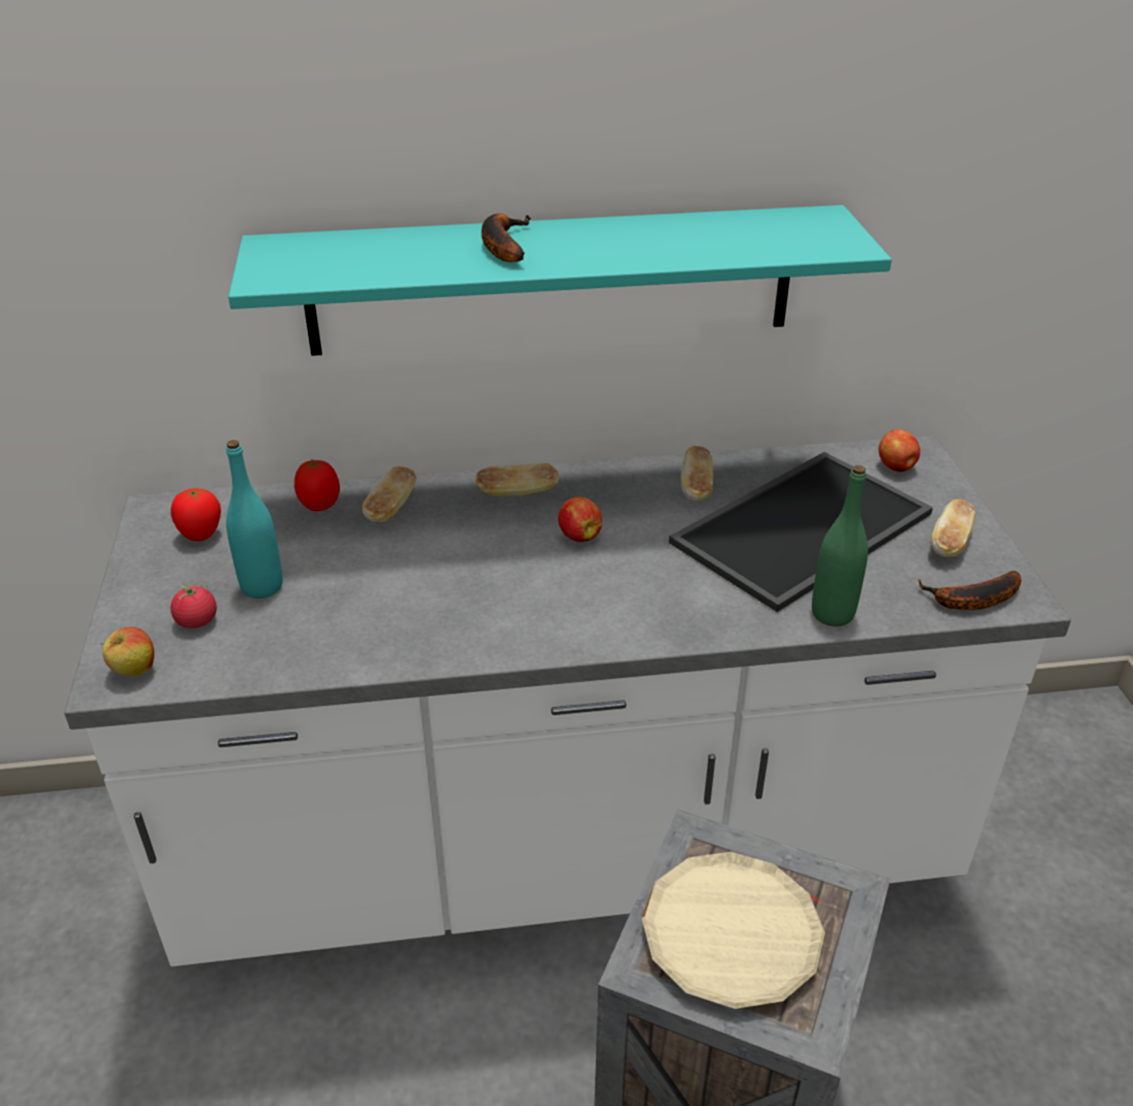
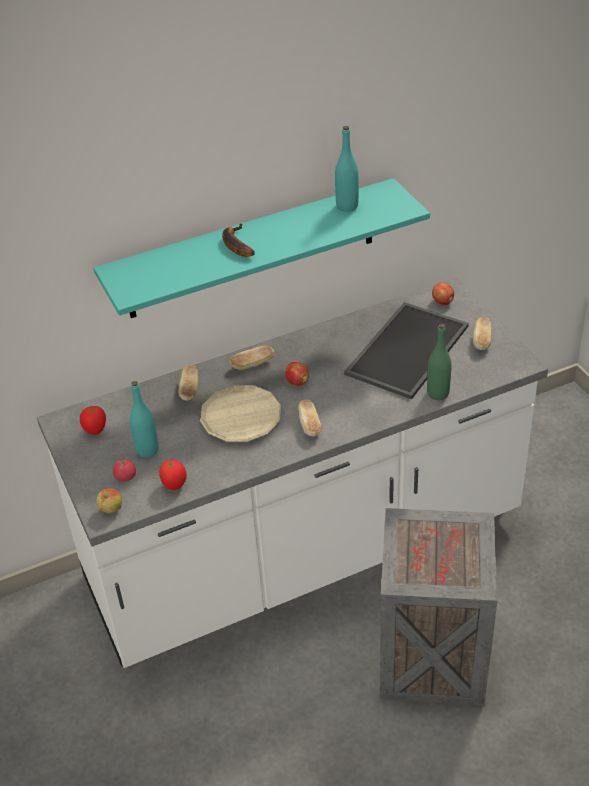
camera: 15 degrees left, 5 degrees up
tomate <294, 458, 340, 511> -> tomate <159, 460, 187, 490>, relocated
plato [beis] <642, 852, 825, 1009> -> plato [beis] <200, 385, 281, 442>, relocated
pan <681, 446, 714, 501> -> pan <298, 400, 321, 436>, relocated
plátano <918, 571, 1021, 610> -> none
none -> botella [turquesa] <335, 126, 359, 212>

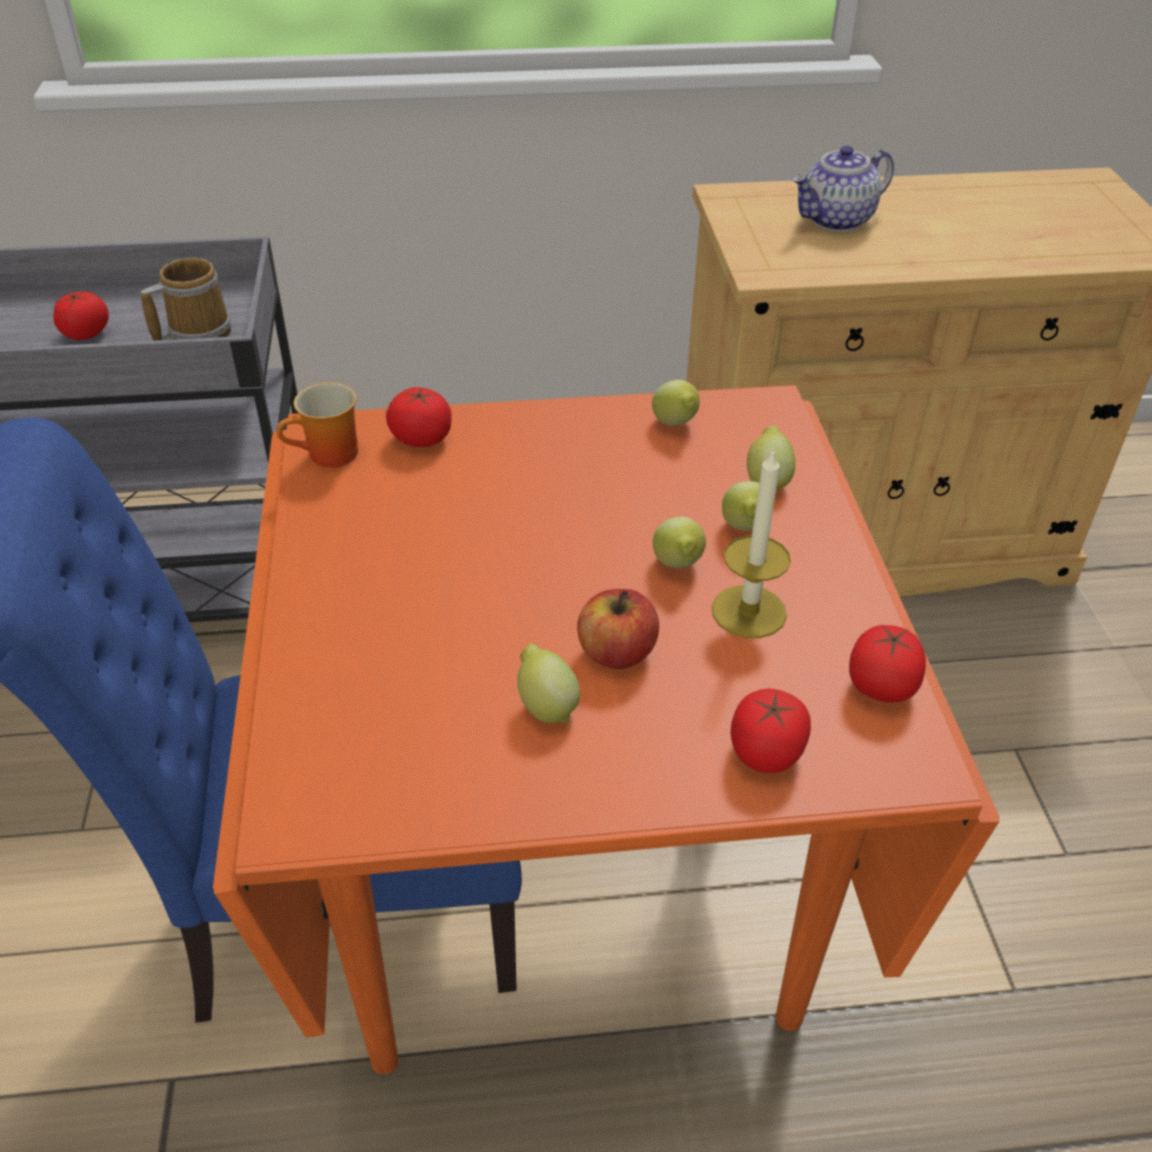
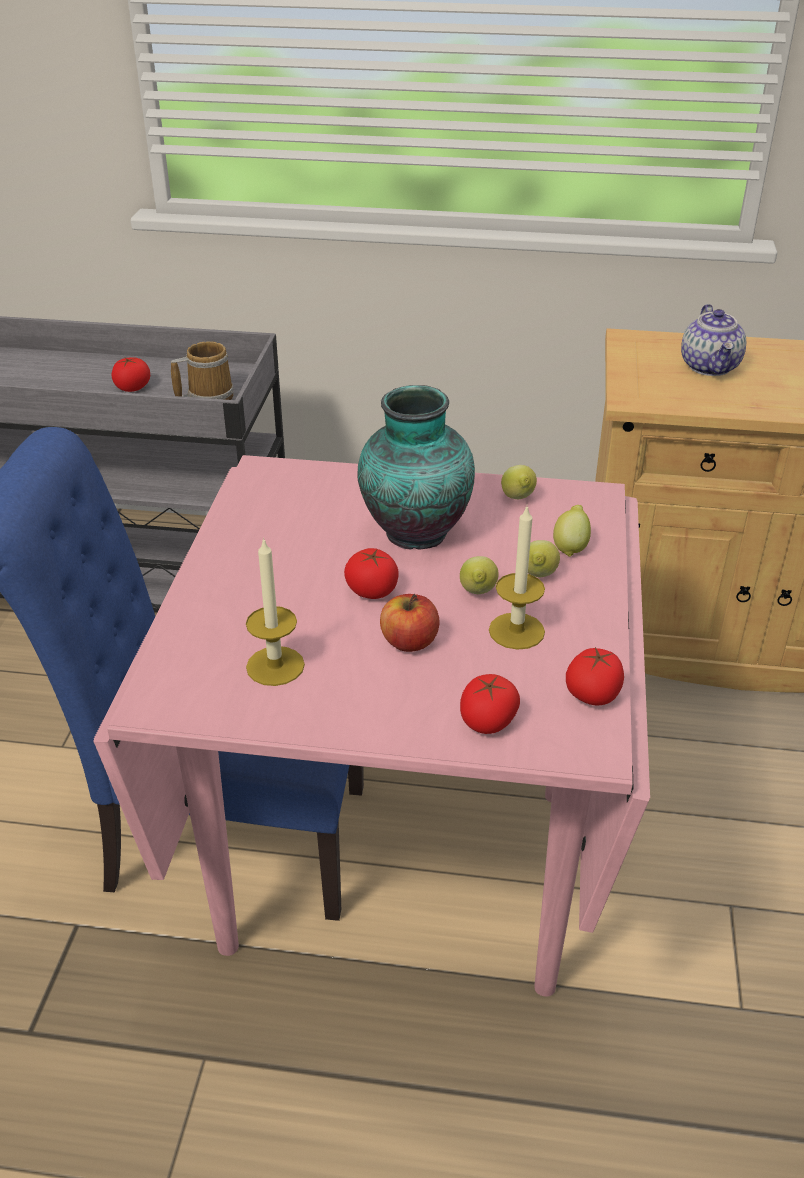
camera: 15 degrees right, 5 degrees down
mesa de comedor [naranja] <213, 385, 1000, 1074> -> mesa de comedor [rosa] <93, 455, 650, 996>
taza grande <276, 382, 358, 467> -> none
tomate <386, 387, 451, 447> -> tomate <344, 548, 399, 599>, relocated
limón <517, 643, 580, 723> -> none
tetera <792, 145, 894, 232> -> tetera <681, 304, 746, 376>, 75 degrees counterclockwise
none -> vela <246, 537, 305, 686>
none -> florero <358, 385, 475, 550>

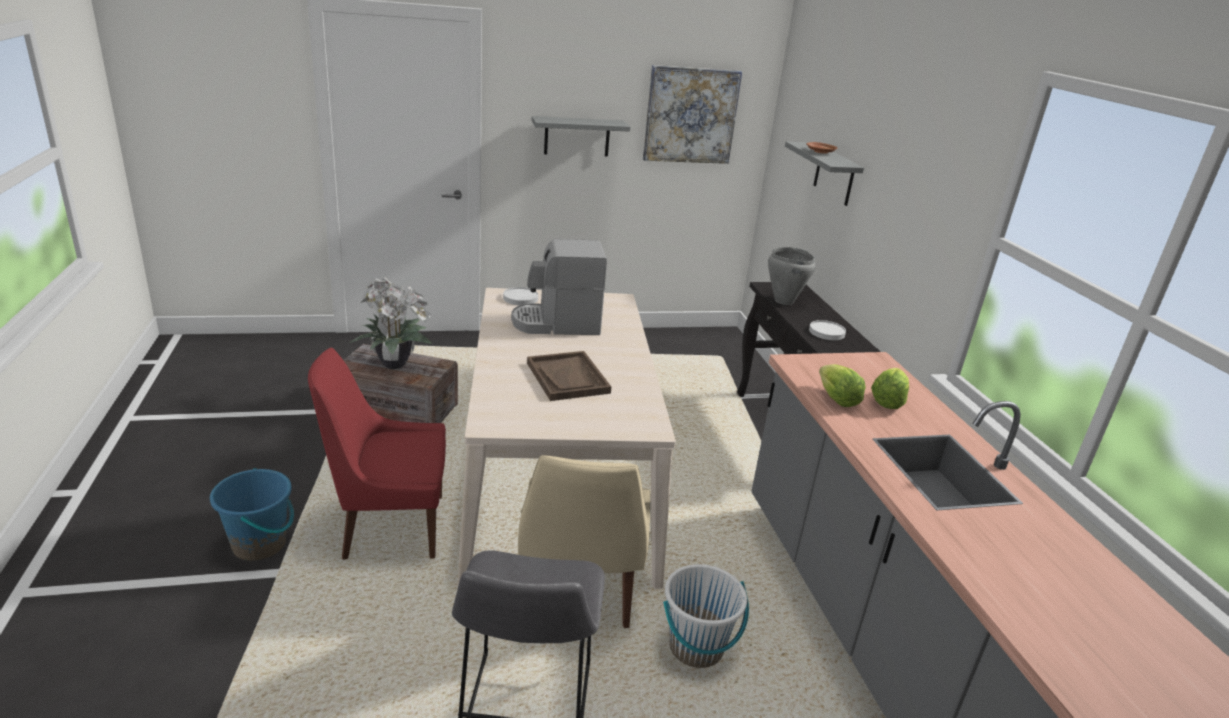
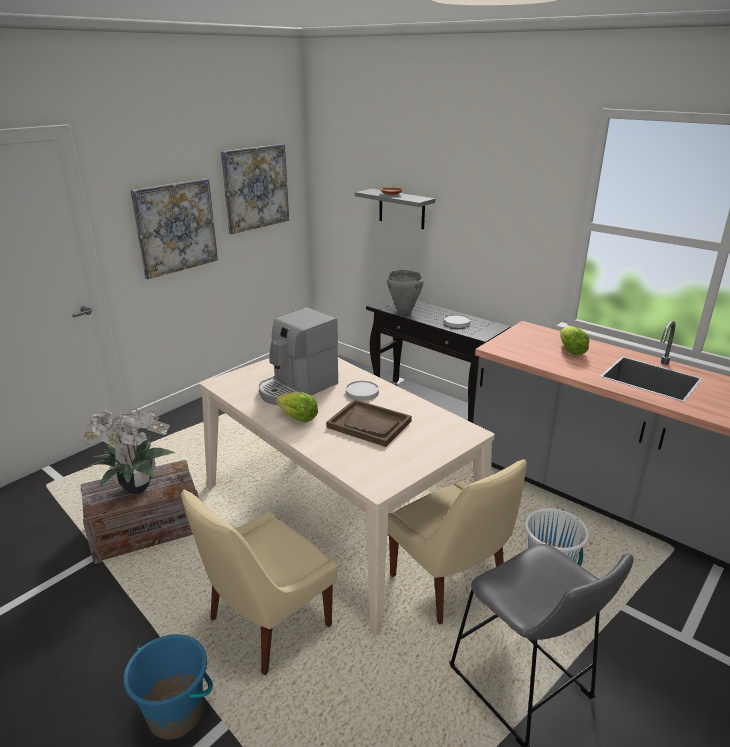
camera: 35 degrees left, 0 degrees up
silla [rojo] <308, 348, 446, 560> -> silla [beis] <181, 490, 337, 675>
plato [blanco] <503, 287, 538, 305> -> plato [blanco] <346, 381, 379, 401>, relocated
estante [gris] <532, 116, 631, 157> -> cuadro <131, 178, 218, 279>
lechuga <819, 364, 866, 407> -> lechuga <276, 392, 318, 422>, relocated

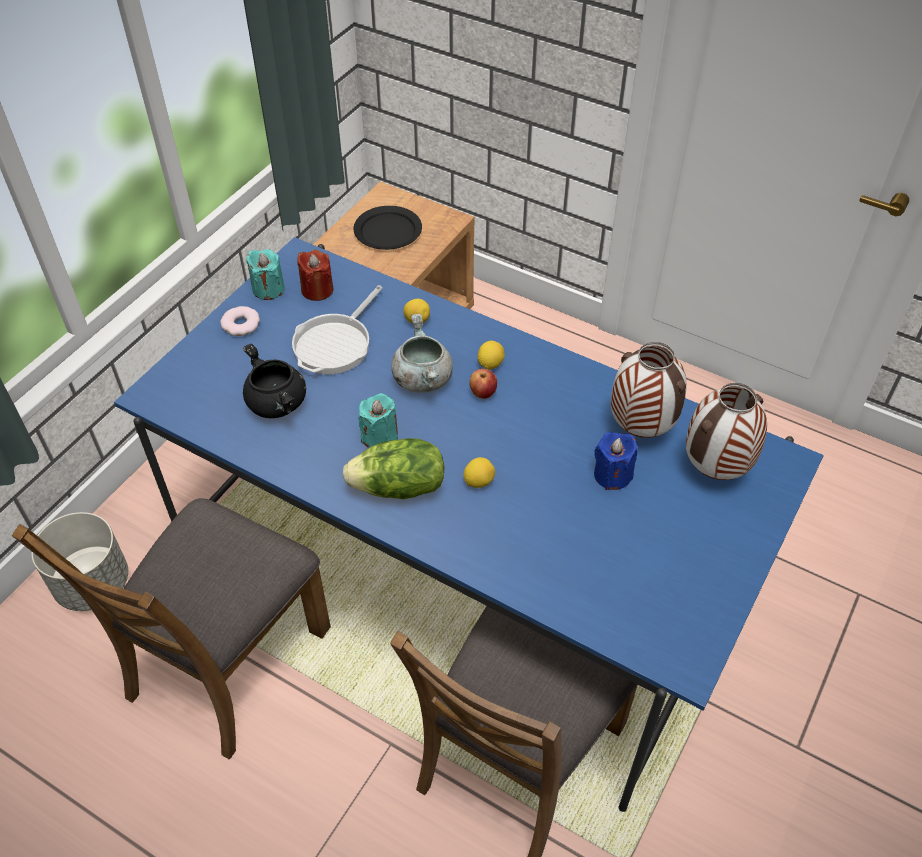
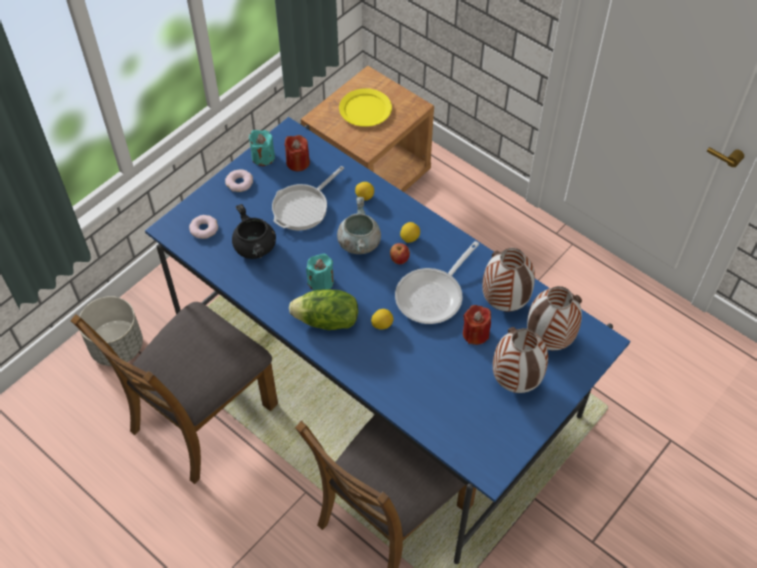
camera: 10 degrees right, 5 degrees up
plato [negro] <353, 206, 422, 250> -> plato [amarillo] <339, 88, 392, 127>
vela [azul] <594, 432, 637, 490> -> vela [rojo] <463, 305, 491, 345>
none -> rosquilla <189, 215, 218, 239>
none -> sartén <395, 241, 479, 324>
none -> florero <493, 327, 548, 393>

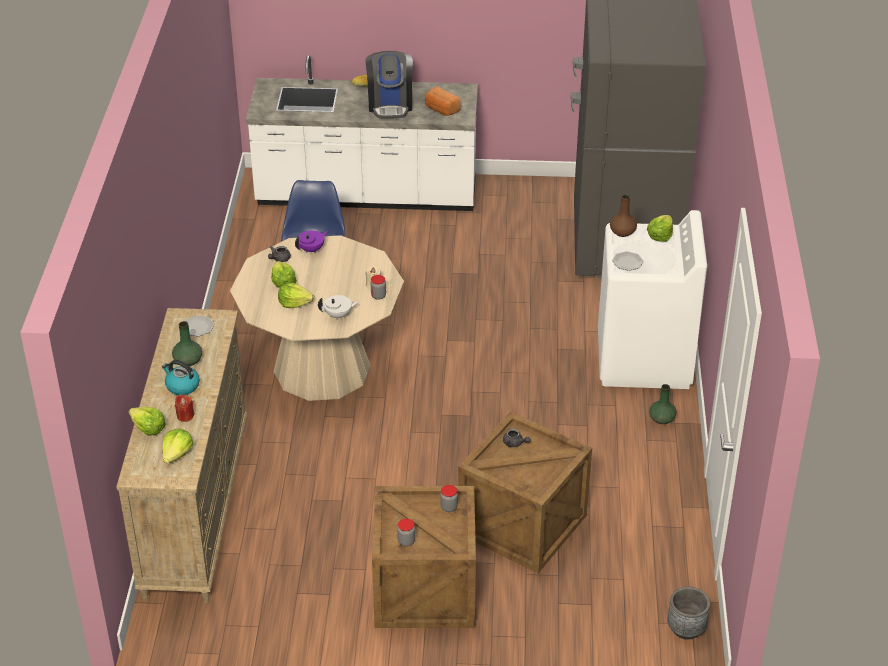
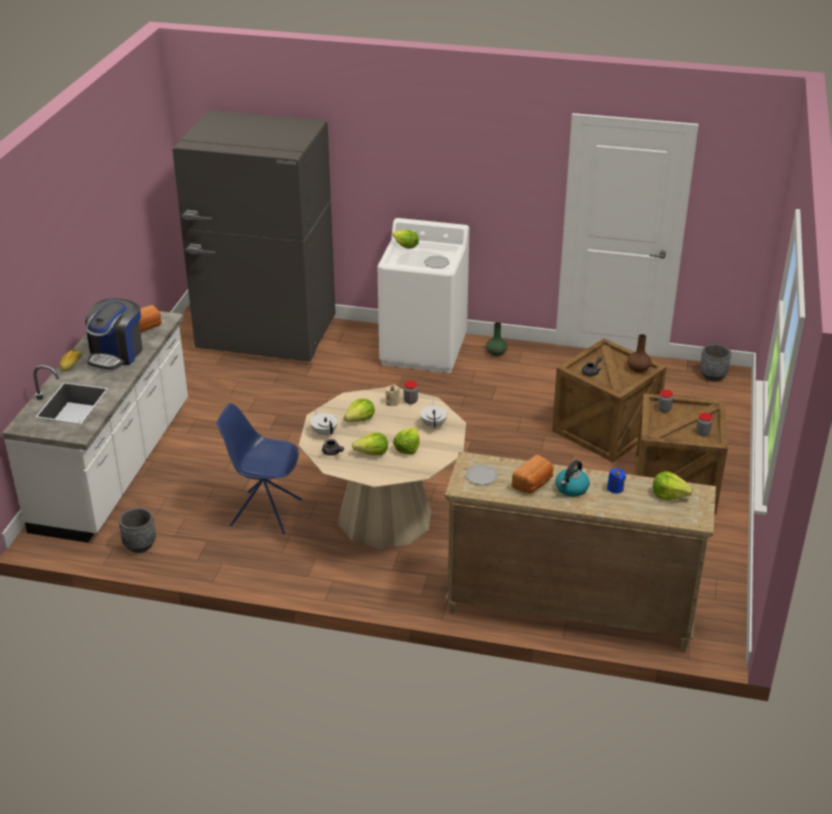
camera: 80 degrees left, 5 degrees down
lechuga <129, 407, 166, 436> -> lechuga <344, 399, 375, 422>, relocated
florero [verde] <172, 321, 202, 366> -> pan <512, 454, 554, 494>
vela [rojo] <175, 394, 195, 422> -> vela [azul] <607, 468, 626, 493>
tetera [morado] <295, 230, 328, 253> -> tetera [blanco] <310, 411, 338, 436>
cafetera <365, 51, 413, 119> -> cafetera <85, 299, 143, 370>, 105 degrees clockwise
florero [marrón] <610, 195, 637, 237> -> florero [marrón] <627, 334, 652, 373>, relocated
none -> maceta [gris] <119, 507, 156, 553>

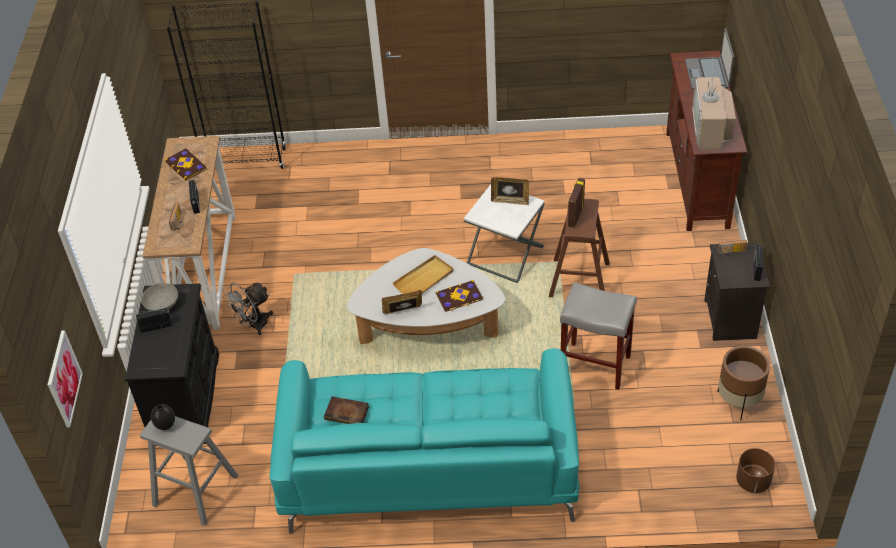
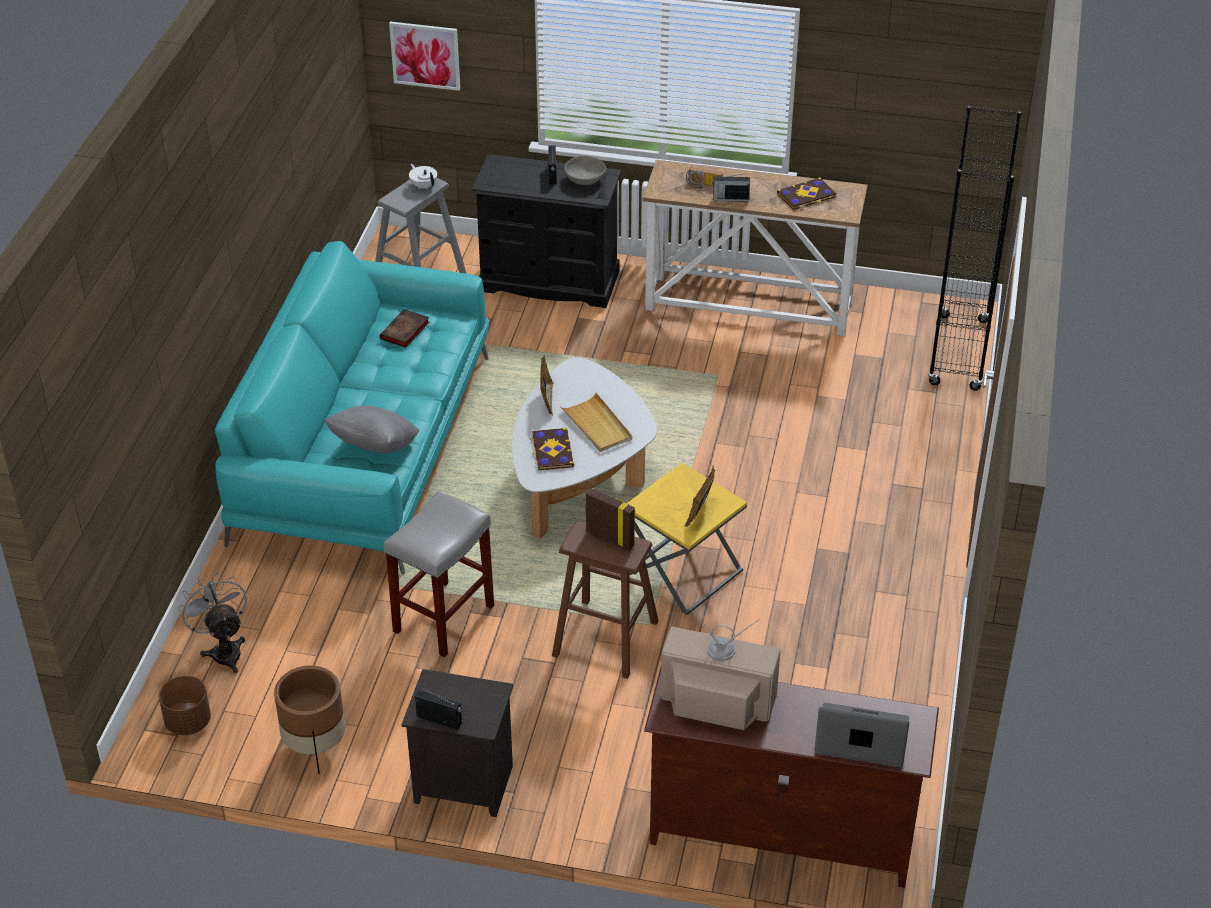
camera: 100 degrees right, 5 degrees down
florero [negro] <151, 404, 175, 430> -> tetera [blanco] <409, 164, 437, 190>
ventilador [gris] <222, 282, 273, 335> -> ventilador [gris] <178, 572, 247, 674>, relocated
mesa auxiliar [blanco] <464, 184, 544, 283> -> mesa auxiliar [amarillo] <627, 463, 747, 615>
radio <717, 240, 748, 257> -> none
none -> cojín [gris] <324, 406, 419, 453>

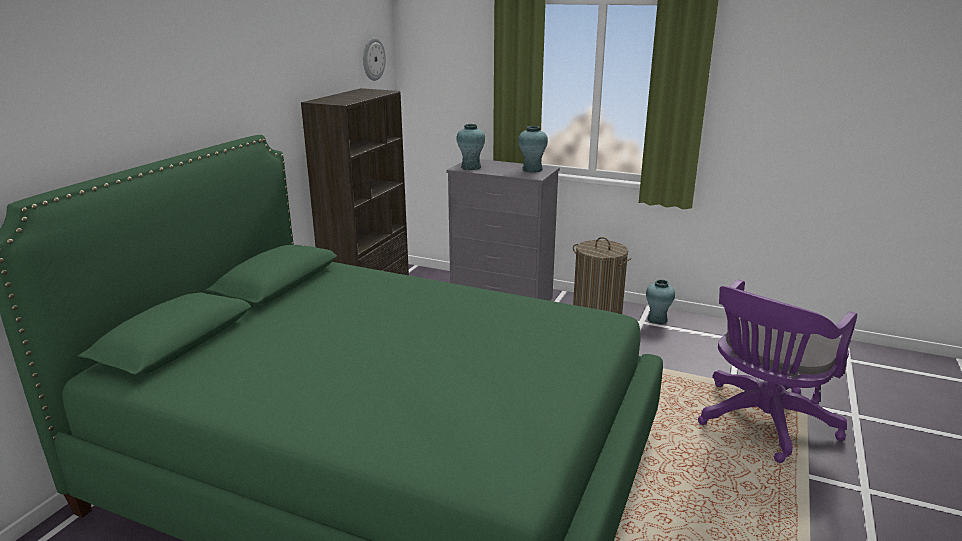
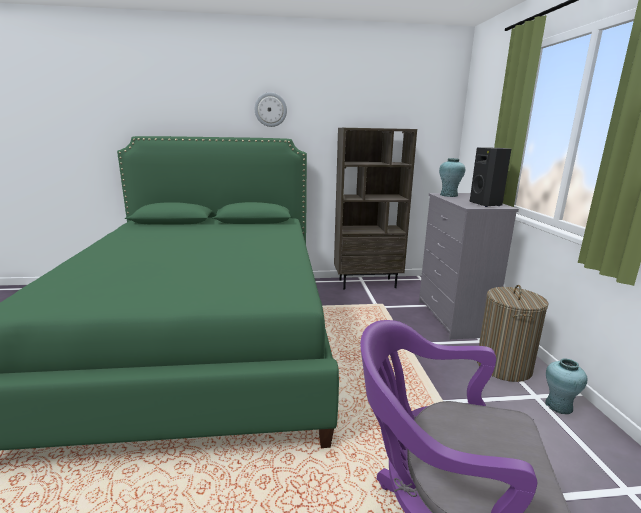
camera: 60 degrees right, 5 degrees down
reloj de pared <363, 37, 386, 81> -> reloj de pared <255, 92, 287, 127>, relocated
florero [turquesa] <518, 126, 548, 173> -> altavoz [negro] <470, 147, 511, 207>

